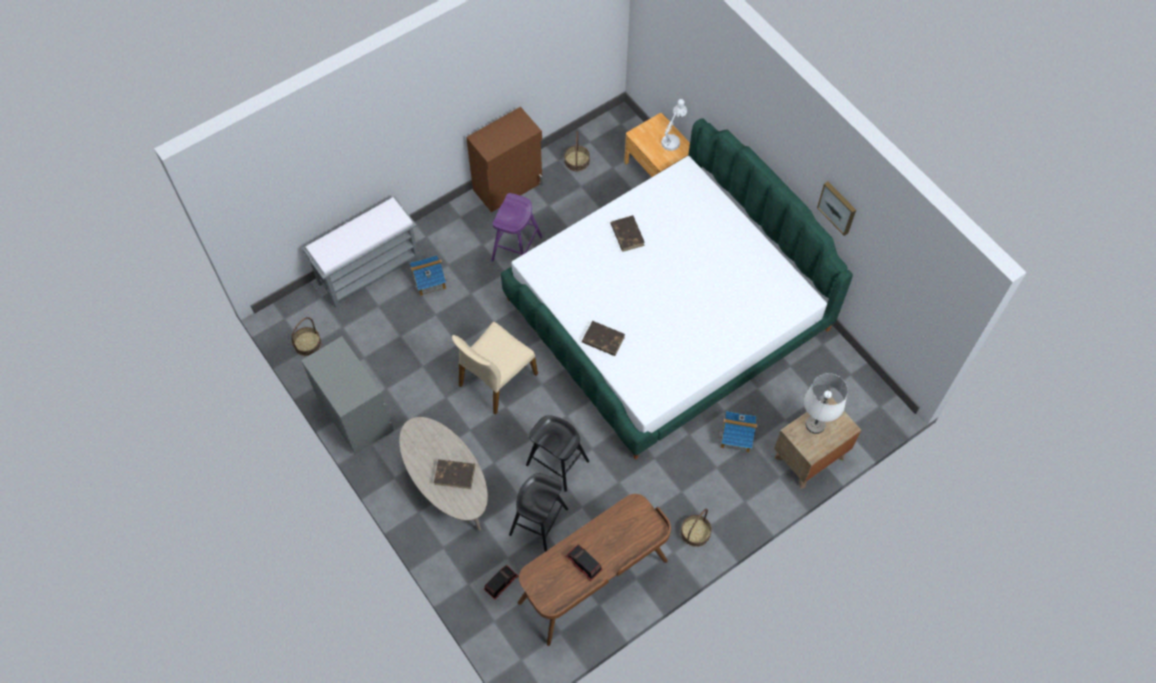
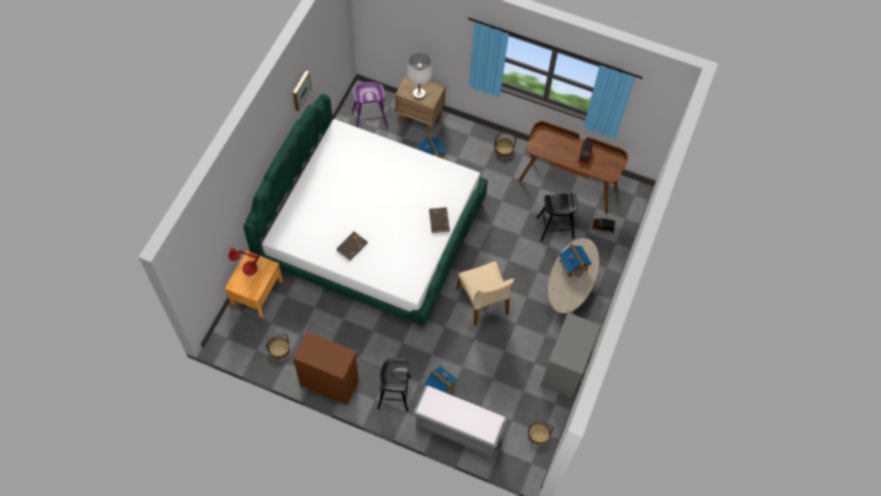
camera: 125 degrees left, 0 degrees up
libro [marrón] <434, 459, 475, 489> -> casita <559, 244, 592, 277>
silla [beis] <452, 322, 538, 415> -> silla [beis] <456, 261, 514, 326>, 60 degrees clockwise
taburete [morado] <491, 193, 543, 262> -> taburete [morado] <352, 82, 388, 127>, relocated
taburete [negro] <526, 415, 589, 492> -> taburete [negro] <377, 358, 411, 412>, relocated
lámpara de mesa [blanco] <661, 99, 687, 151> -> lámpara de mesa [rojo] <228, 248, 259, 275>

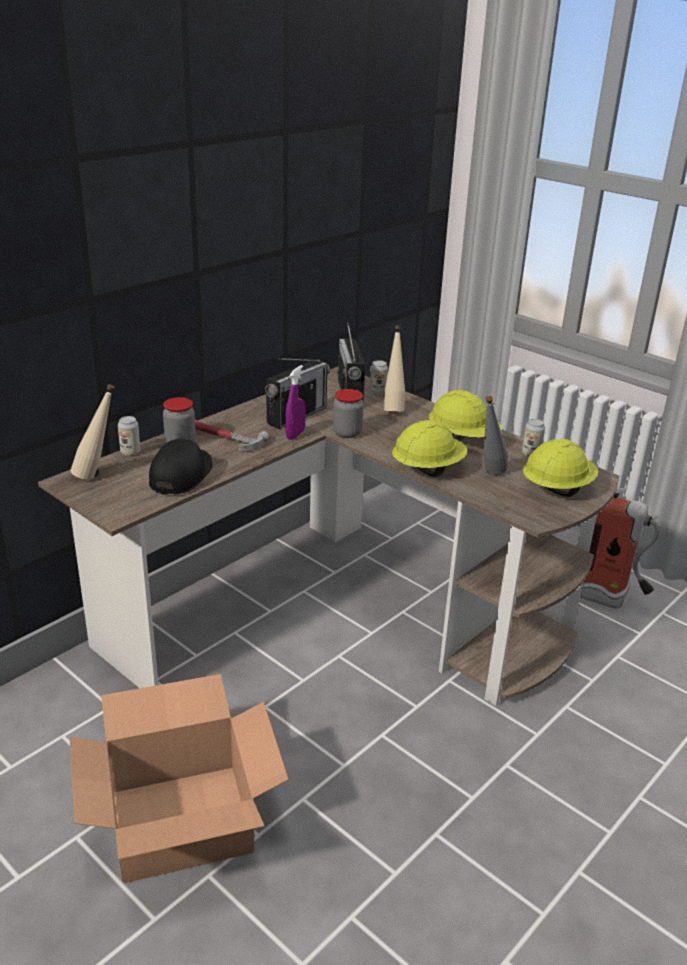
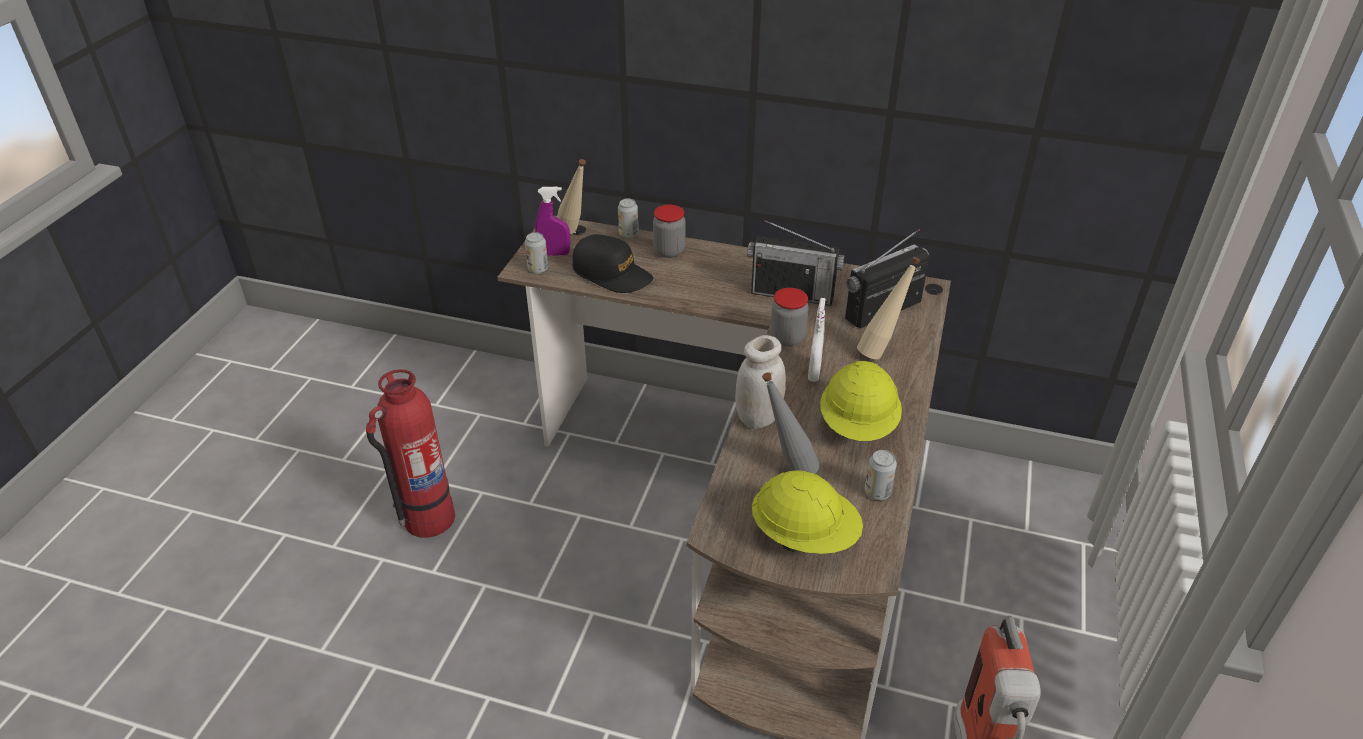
camera: 65 degrees right, 10 degrees up
caja de cartón <69, 674, 289, 883> -> extintor <366, 369, 455, 538>
gorra [negro] <149, 439, 213, 495> -> gorra [negro] <572, 234, 653, 293>, 45 degrees clockwise
martillo <195, 420, 269, 451> -> none
pulverizador [morado] <286, 365, 306, 440> -> pulverizador [morado] <535, 187, 570, 256>, relocated
lata <370, 360, 388, 395> -> lata <525, 232, 548, 274>, relocated
casco [amarillo] <392, 420, 468, 477> -> tarro [blanco] <735, 335, 786, 429>
none -> pulverizador [blanco] <808, 298, 825, 382>

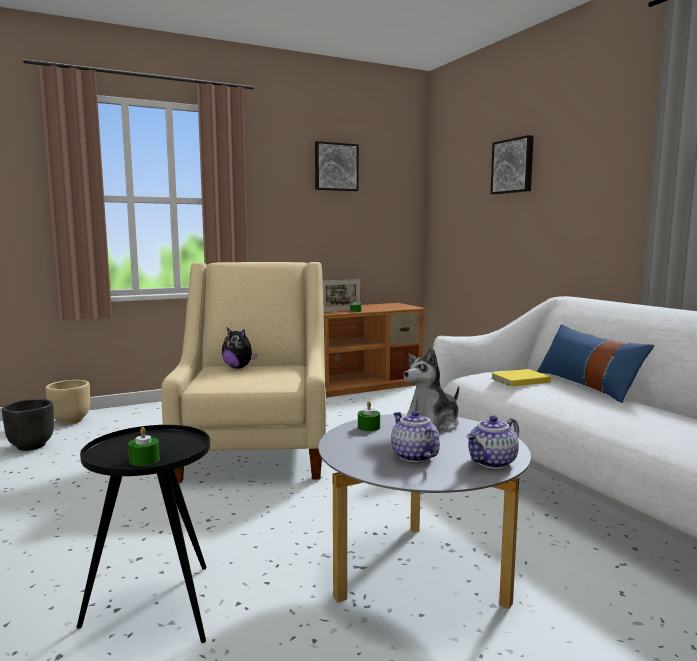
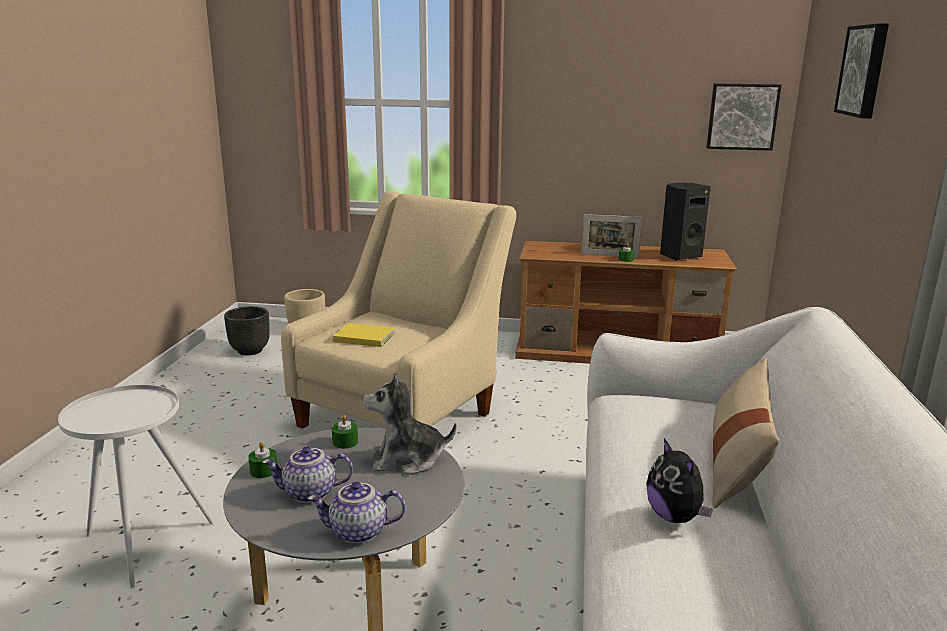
camera: 35 degrees right, 10 degrees up
mesa auxiliar [negro] <77, 425, 210, 643> -> mesa auxiliar [blanco] <58, 385, 214, 588>
vela [verde] <128, 427, 160, 466> -> vela [verde] <248, 442, 278, 478>, relocated
peluche <222, 327, 258, 369> -> peluche <646, 438, 713, 523>, relocated
cuadro <315, 141, 359, 191> -> cuadro <706, 83, 782, 151>, relocated
tetera <391, 411, 440, 462> -> tetera <262, 446, 353, 503>, 105 degrees counterclockwise
libro [amarillo] <491, 369, 551, 387> -> libro [amarillo] <333, 323, 395, 347>, relocated
cojín [azul] <537, 324, 654, 403> -> cojín [beis] <712, 358, 779, 508>
none -> altavoz [negro] <660, 183, 710, 260>

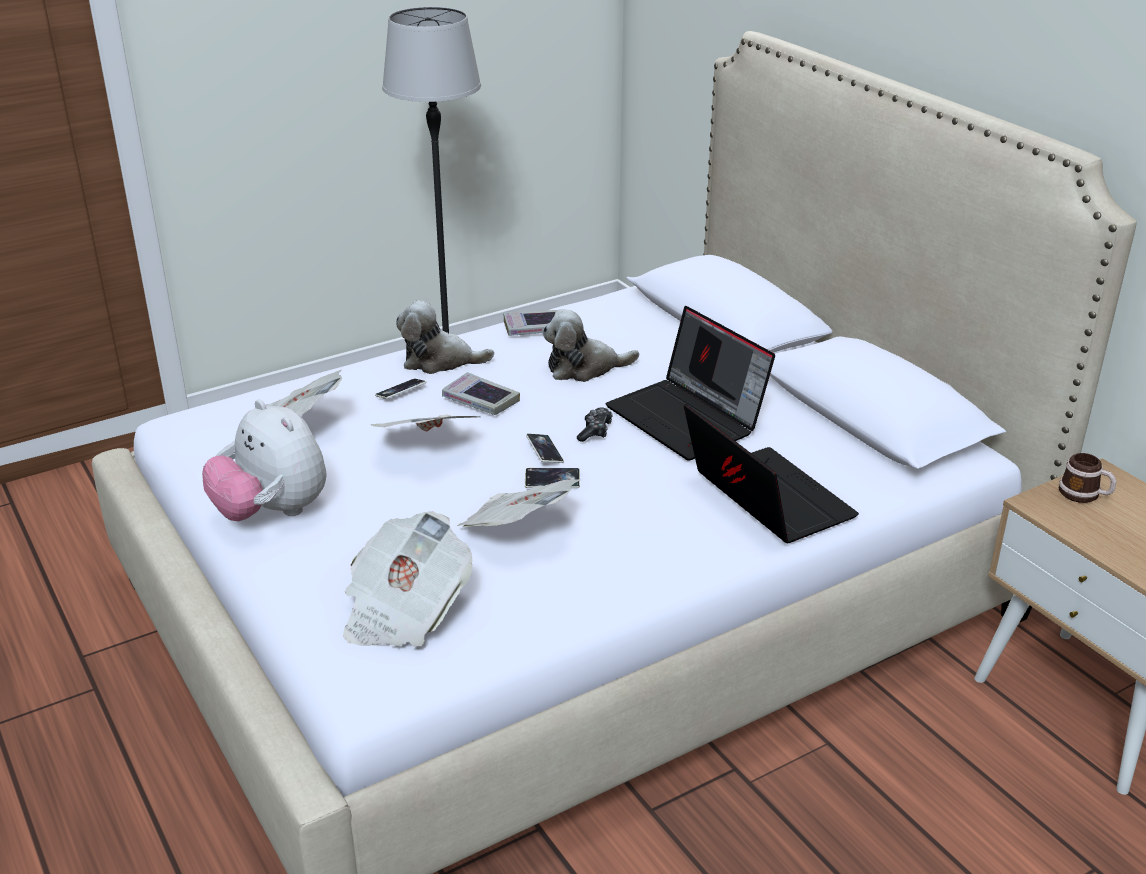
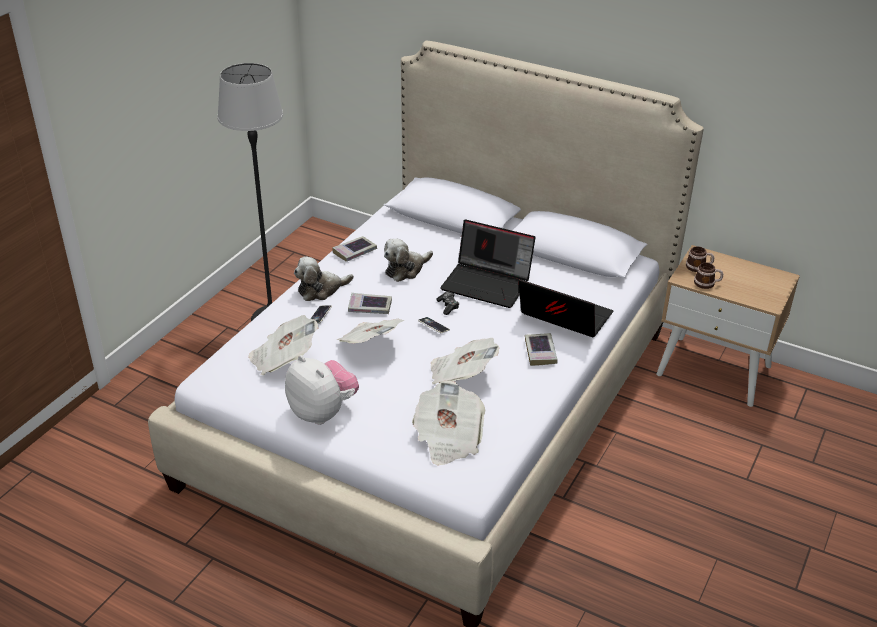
camera: 30 degrees left, 5 degrees up
peluche <202, 399, 327, 521> -> peluche <285, 355, 359, 424>, 150 degrees counterclockwise
móvil <525, 468, 580, 488> -> none
none -> libro <525, 333, 558, 366>
none -> taza grande <694, 263, 724, 289>

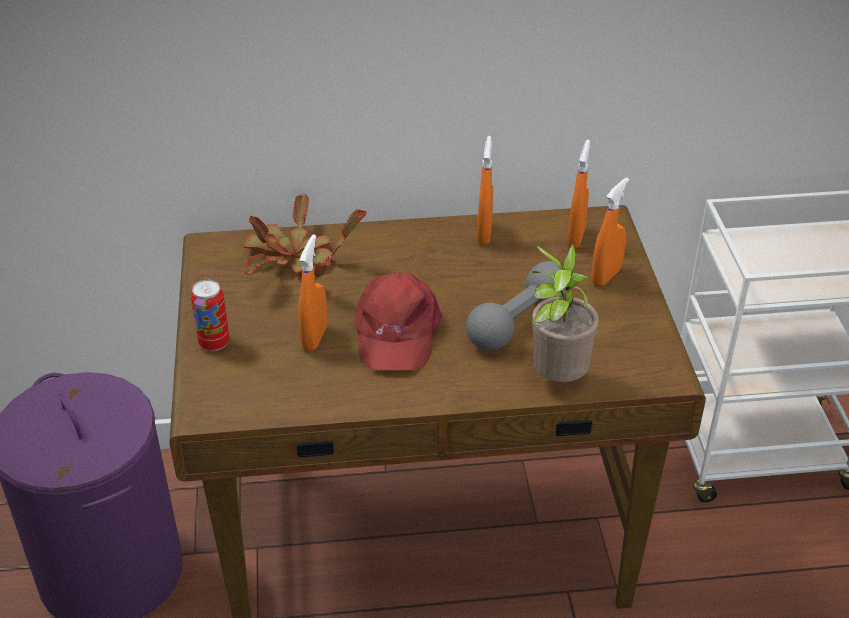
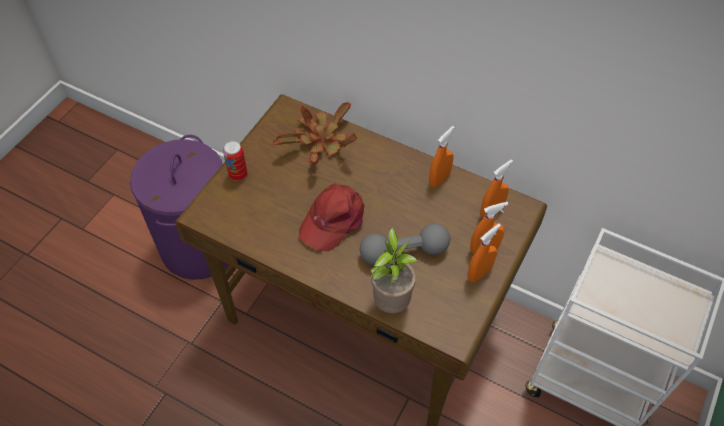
camera: 35 degrees right, 15 degrees up
pulverizador [naranja] <298, 234, 327, 351> -> pulverizador [naranja] <467, 223, 501, 283>, relocated

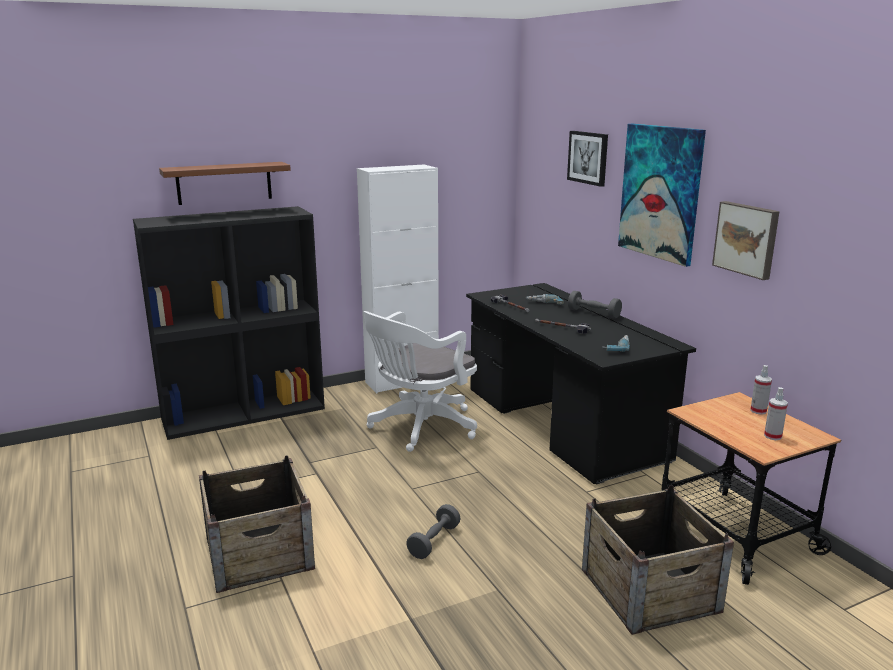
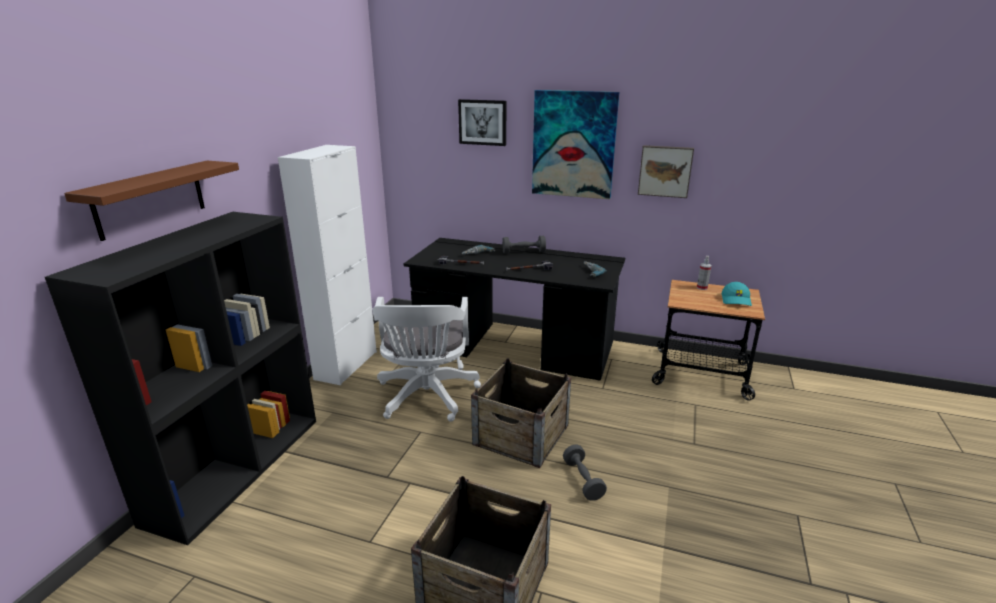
camera: 45 degrees left, 5 degrees up
caja de embalaje <582, 485, 734, 635> -> caja de embalaje <471, 358, 571, 468>, relocated
pulverizador <764, 387, 788, 440> -> gorra [turquesa] <722, 282, 752, 306>

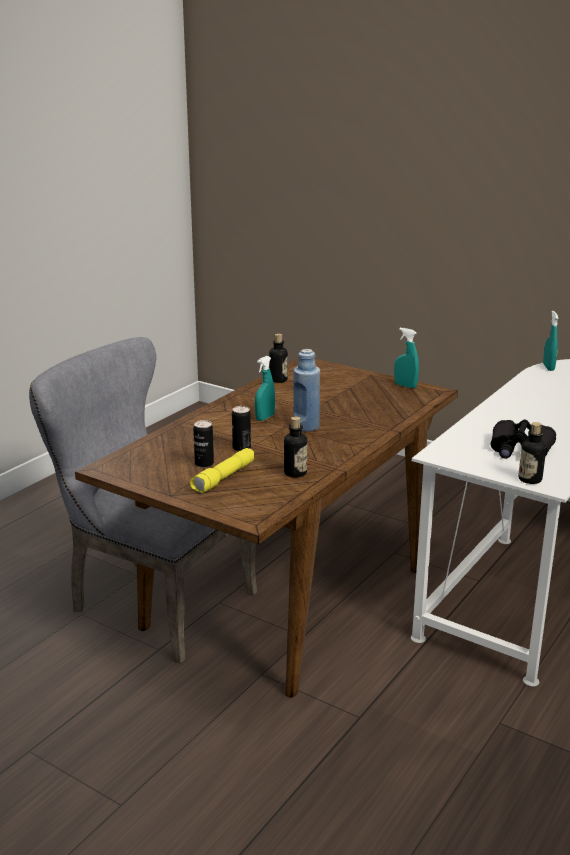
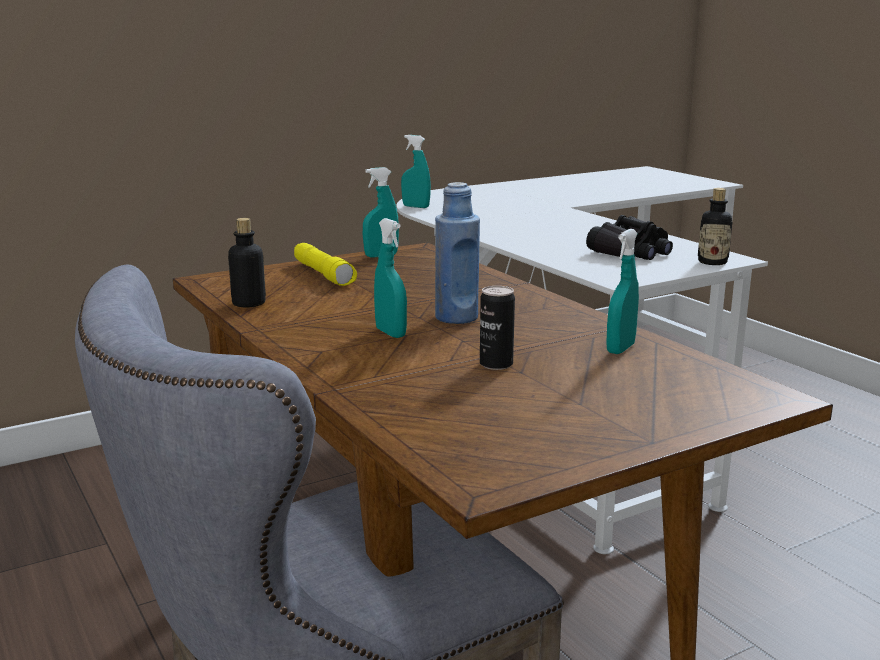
camera: 65 degrees left, 5 degrees down
linterna [amarillo] <190, 448, 254, 493> -> linterna [amarillo] <294, 243, 357, 286>, relocated
lata <193, 420, 214, 468> -> none
botella <284, 416, 307, 477> -> pulverizador [turquesa] <606, 229, 639, 354>

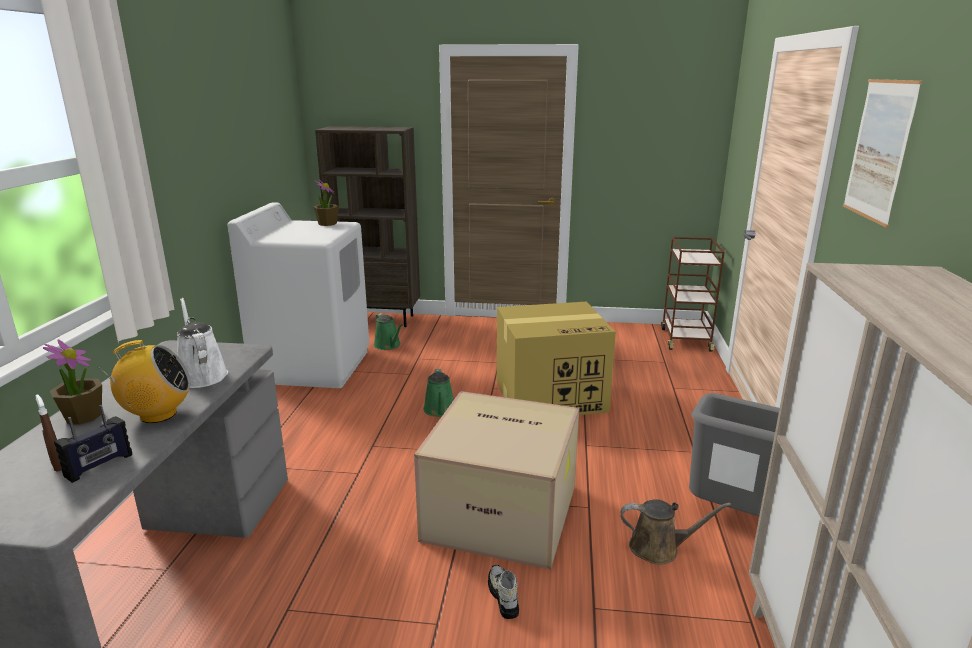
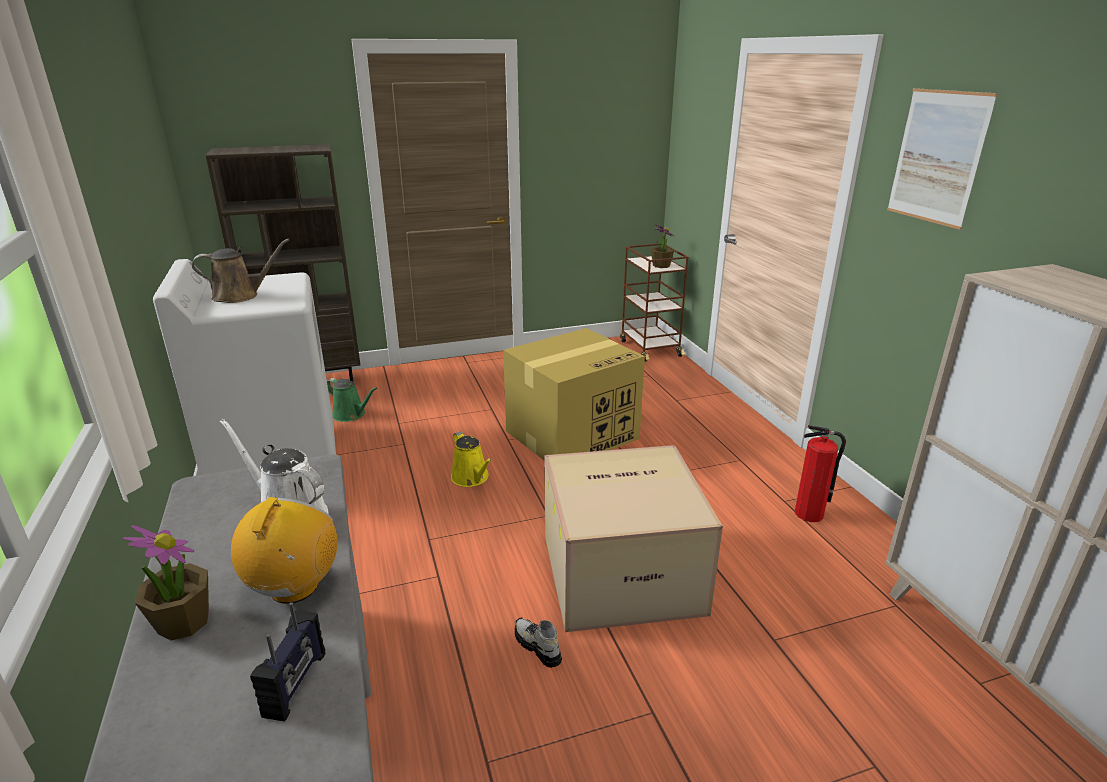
camera: 25 degrees left, 5 degrees up
pulverizador [marrón] <36, 394, 62, 472> -> none
radio <97, 340, 191, 423> -> radio <231, 497, 337, 604>, 45 degrees counterclockwise
planta en maceta <313, 180, 339, 226> -> planta en maceta <651, 224, 674, 268>, relocated
regadera [verde] <423, 369, 454, 417> -> regadera [amarillo] <451, 431, 492, 487>
zapato <488, 565, 519, 619> -> zapato <515, 617, 562, 668>, relocated
regadera [marrón] <621, 499, 731, 565> -> regadera [marrón] <192, 239, 289, 303>, relocated
papelera [gris] <689, 393, 780, 516> -> extintor <795, 425, 846, 522>

